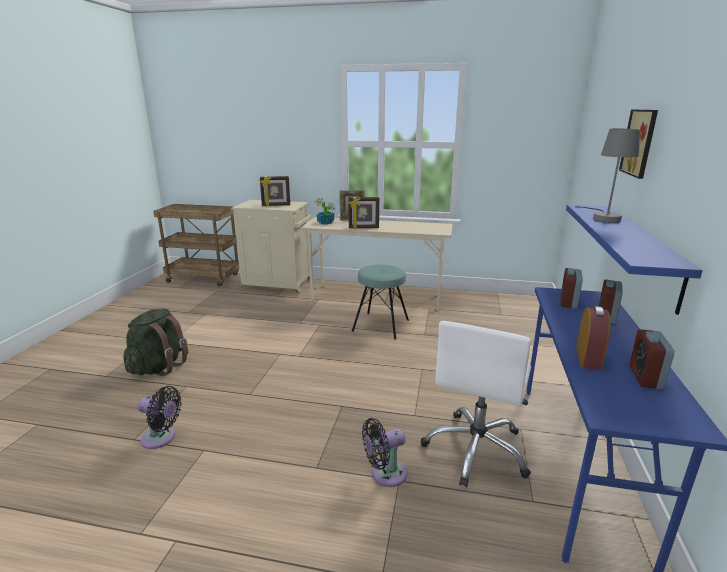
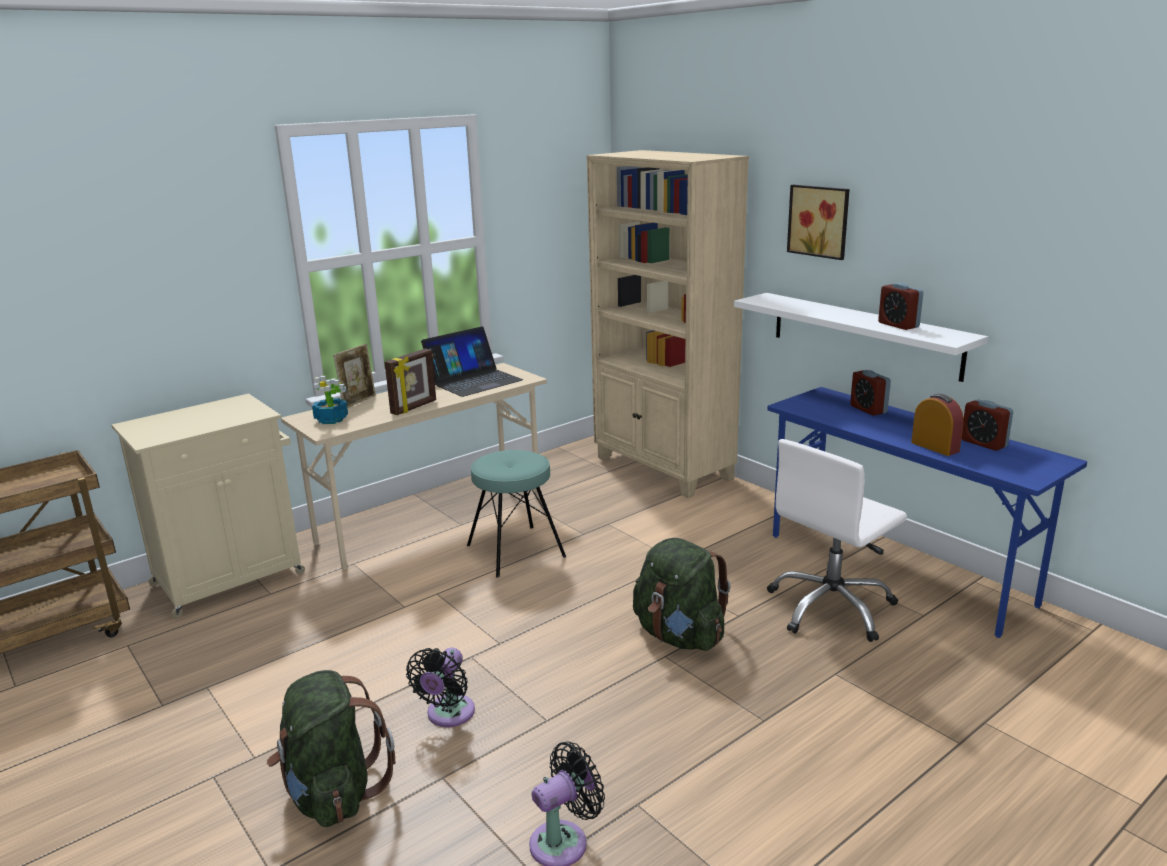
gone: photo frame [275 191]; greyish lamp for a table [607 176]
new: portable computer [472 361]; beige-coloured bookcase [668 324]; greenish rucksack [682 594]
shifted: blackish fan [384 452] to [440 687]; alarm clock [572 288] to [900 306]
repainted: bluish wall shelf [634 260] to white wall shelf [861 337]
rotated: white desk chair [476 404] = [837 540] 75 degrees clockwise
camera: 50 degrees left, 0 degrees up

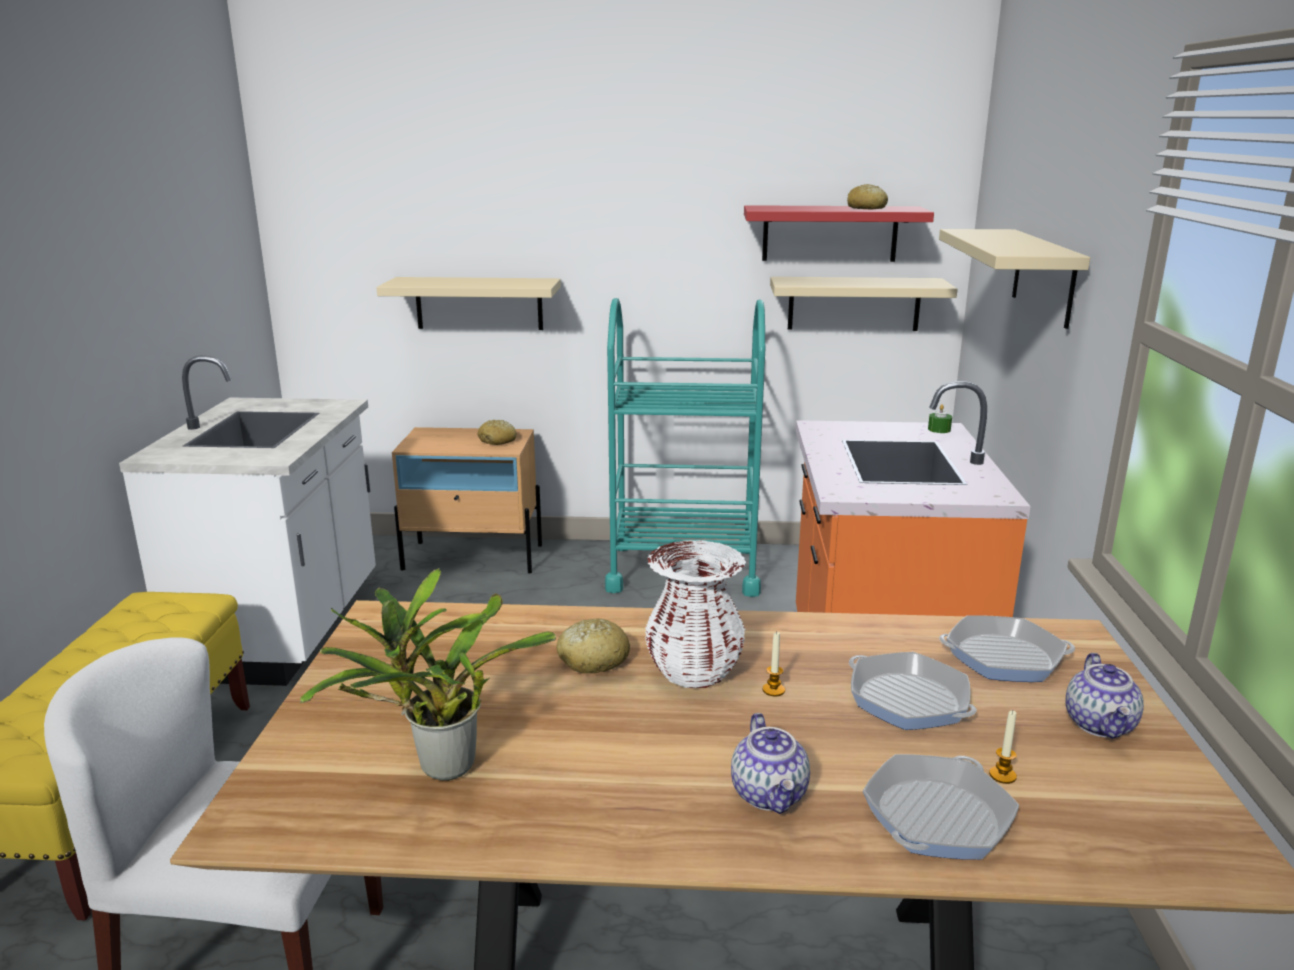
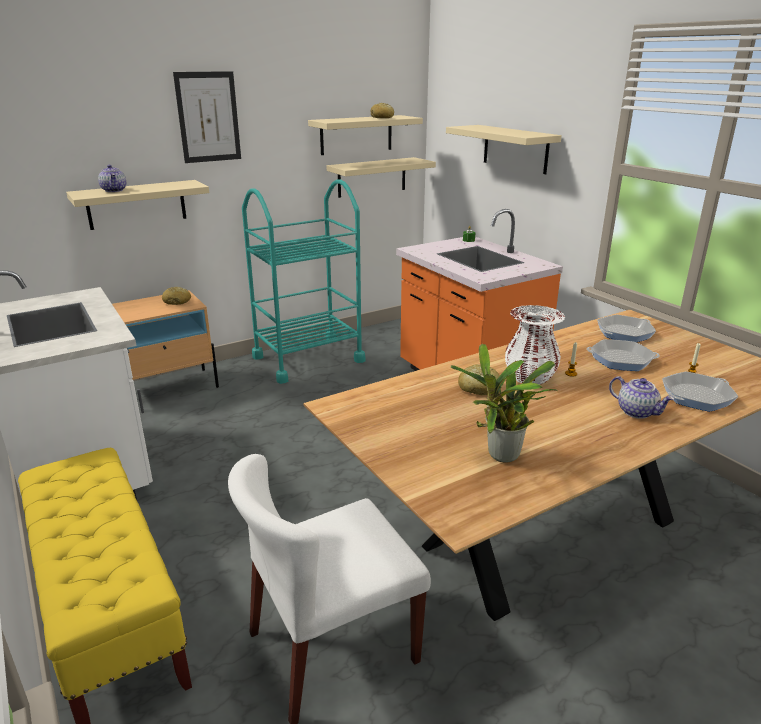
new: wall art [207 117]
shifted: pot for tea [1105 695] to [112 178]
repainted: red-coloured wall shelf [839 233] to beige-coloured wall shelf [365 135]
rotated: pan [940 807] = [700 392] 60 degrees clockwise
camera: 35 degrees left, 5 degrees up

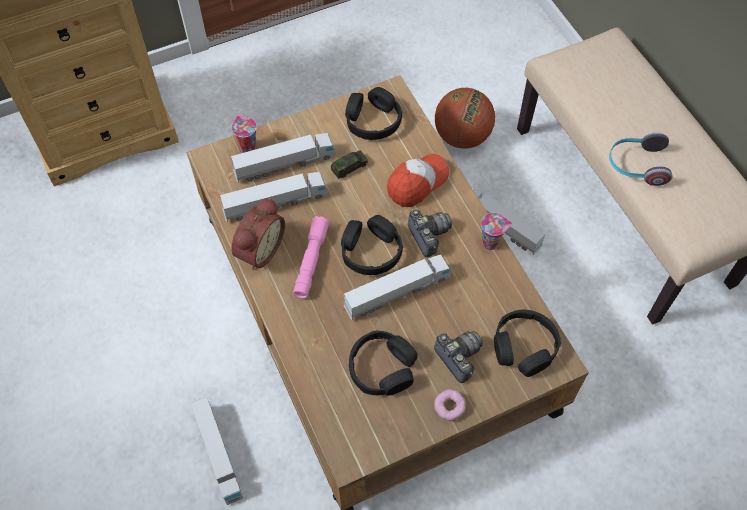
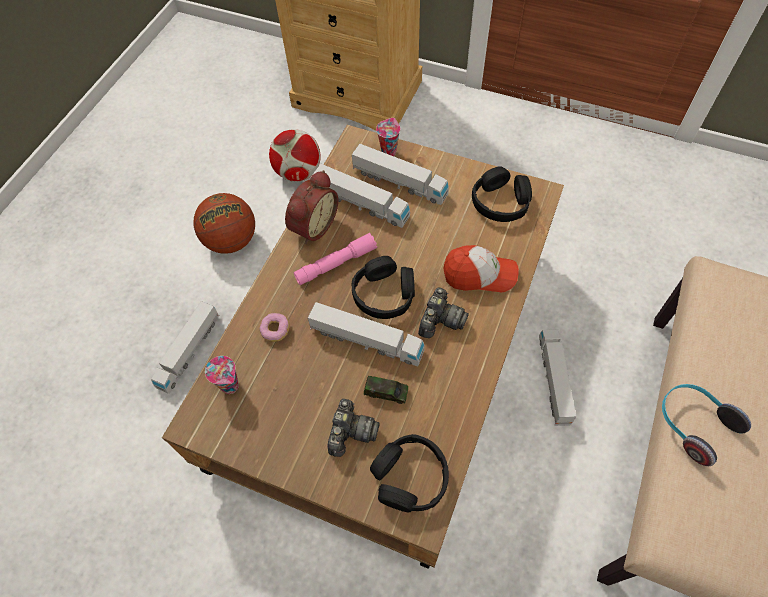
gone: blackish pair of headphones [383 363]
new: ball for football [295 155]
shifted: basketball ball [465 118] to [224 223]; small cup [496 231] to [222 375]; doughnut [450 405] to [275 327]; miniature car [349 165] to [386 390]
rotated: alarm clock [258 234] = [311 207] 45 degrees counterclockwise
camera: 50 degrees right, 0 degrees up

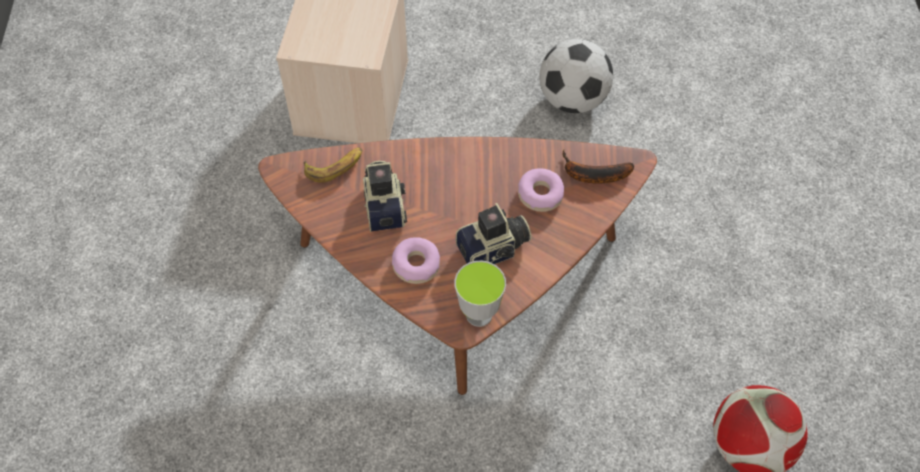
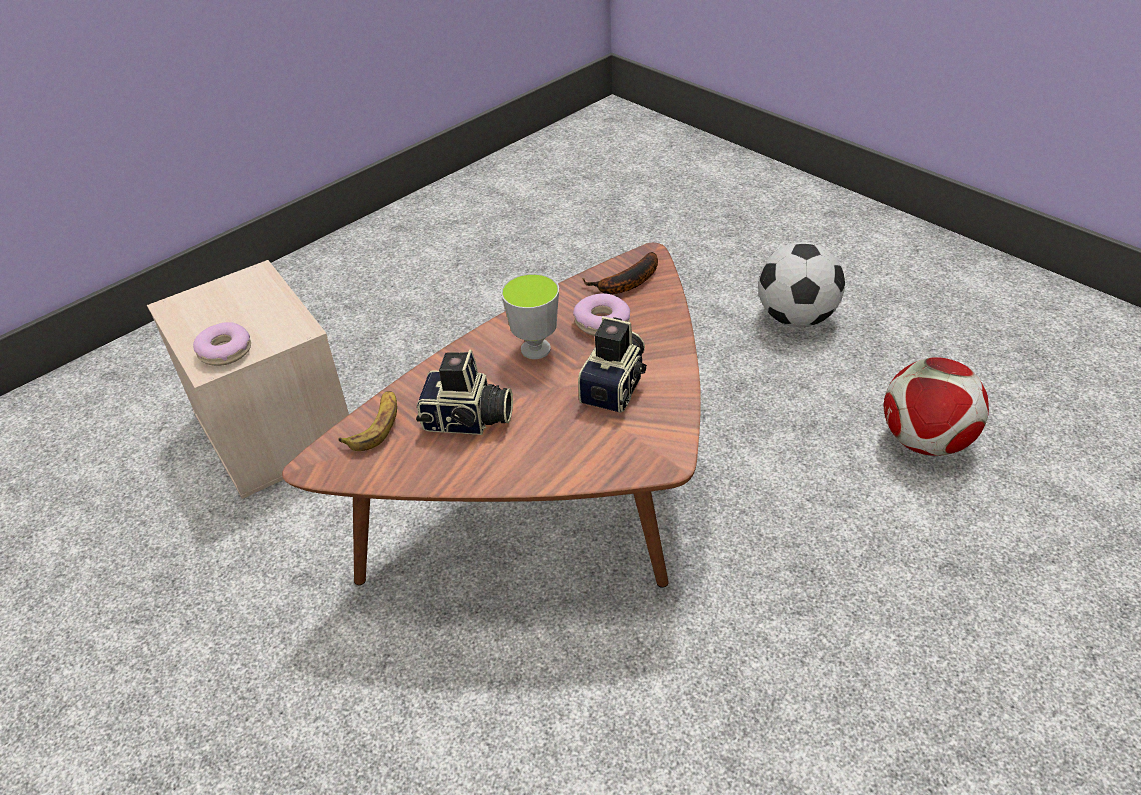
shifted: doughnut [416 260] to [222 344]; small cup [480 294] to [530 316]; ball for football [576 76] to [801 284]
rotated: photo camera [385 196] = [464 392] 150 degrees clockwise
camera: 40 degrees left, 15 degrees down

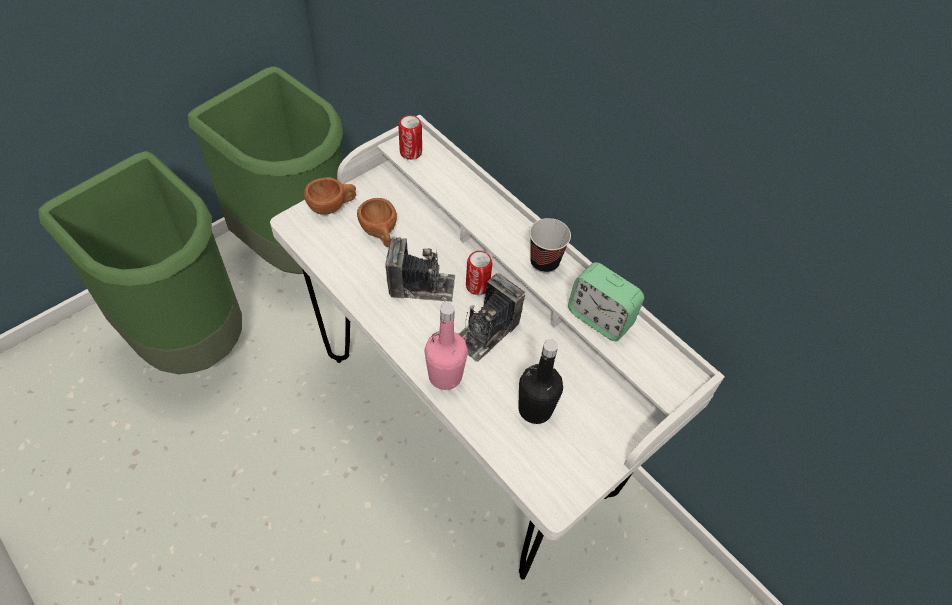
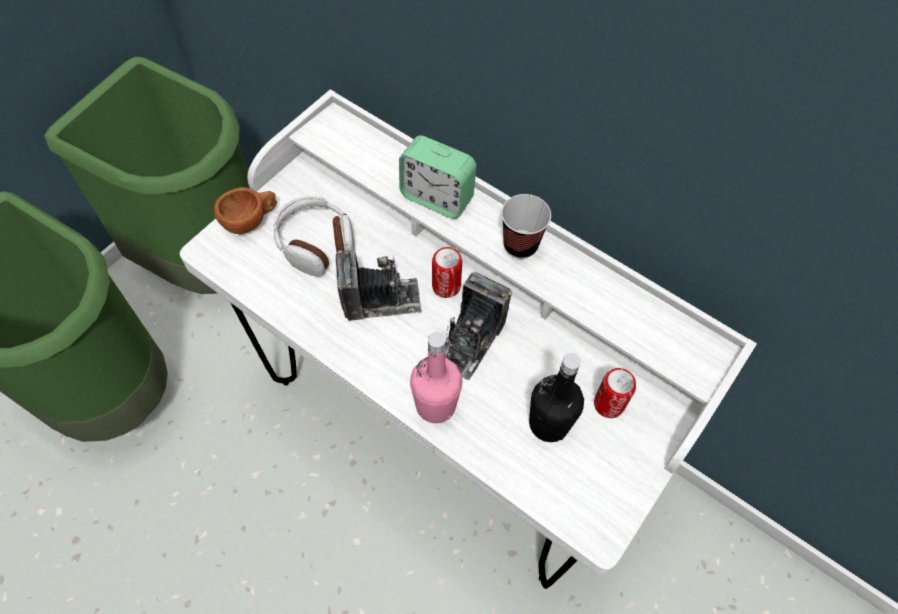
shifted: alarm clock [606 301] to [438 177]; metal can [410 137] to [615 393]
swapped: brown-coloured small cup [377 222] to pair of headphones [314 236]
camera: 10 degrees left, 5 degrees up

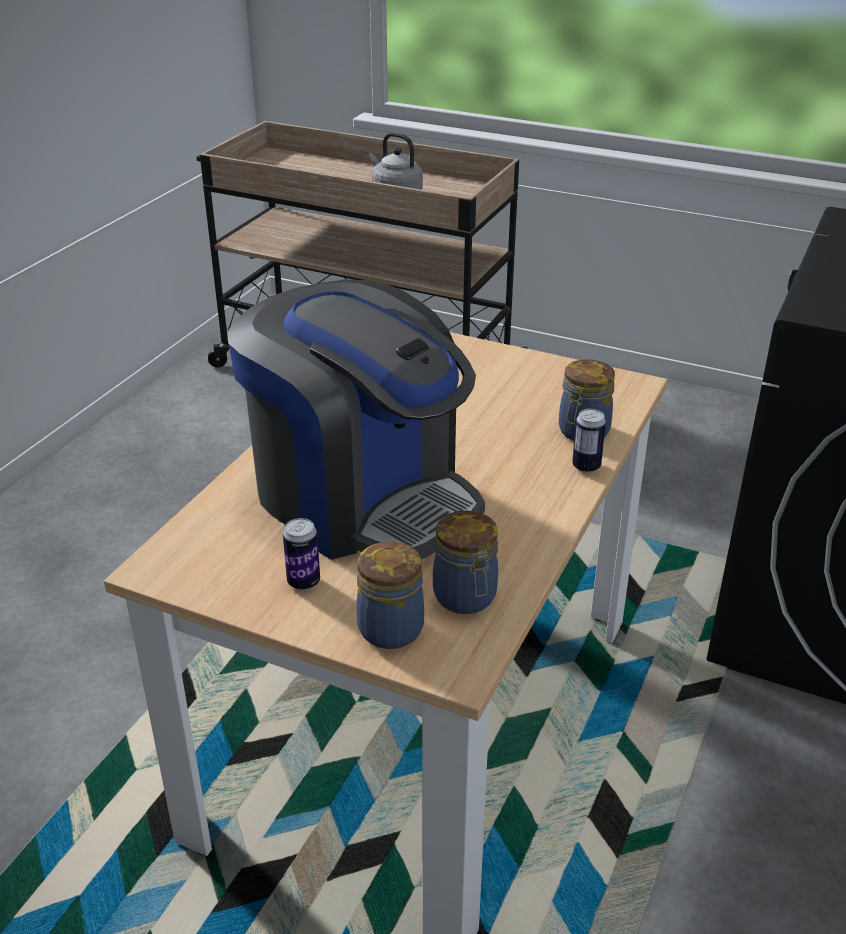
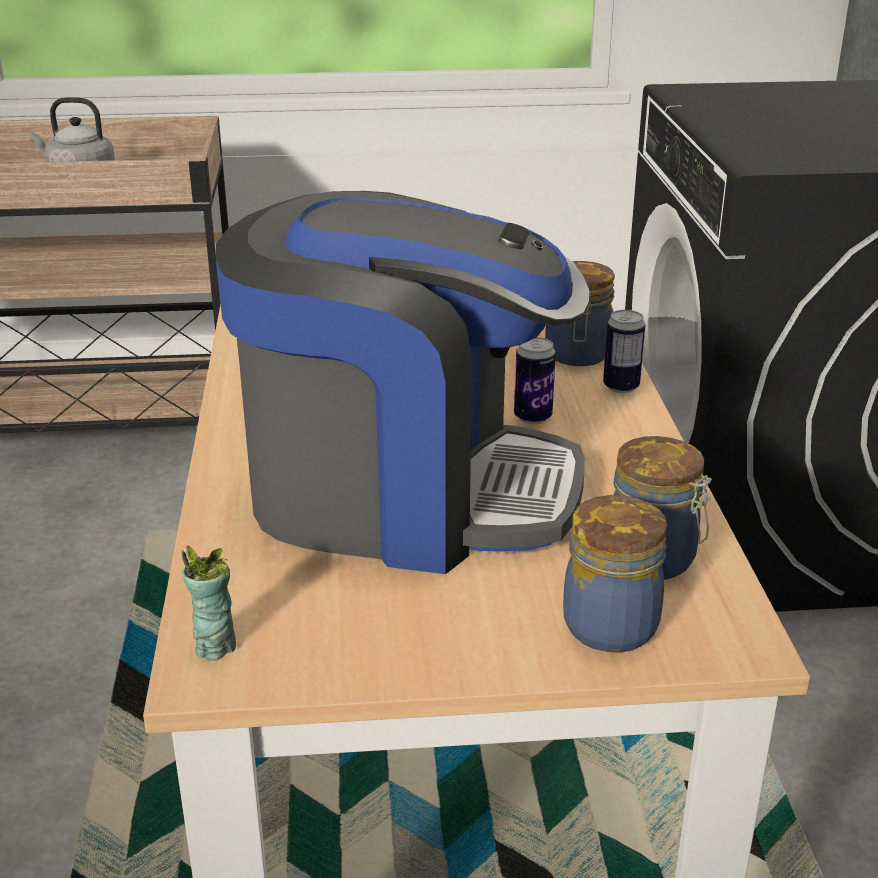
new: small cup [208 603]
shifted: metal can [301 554] to [535 380]
camera: 30 degrees left, 5 degrees down

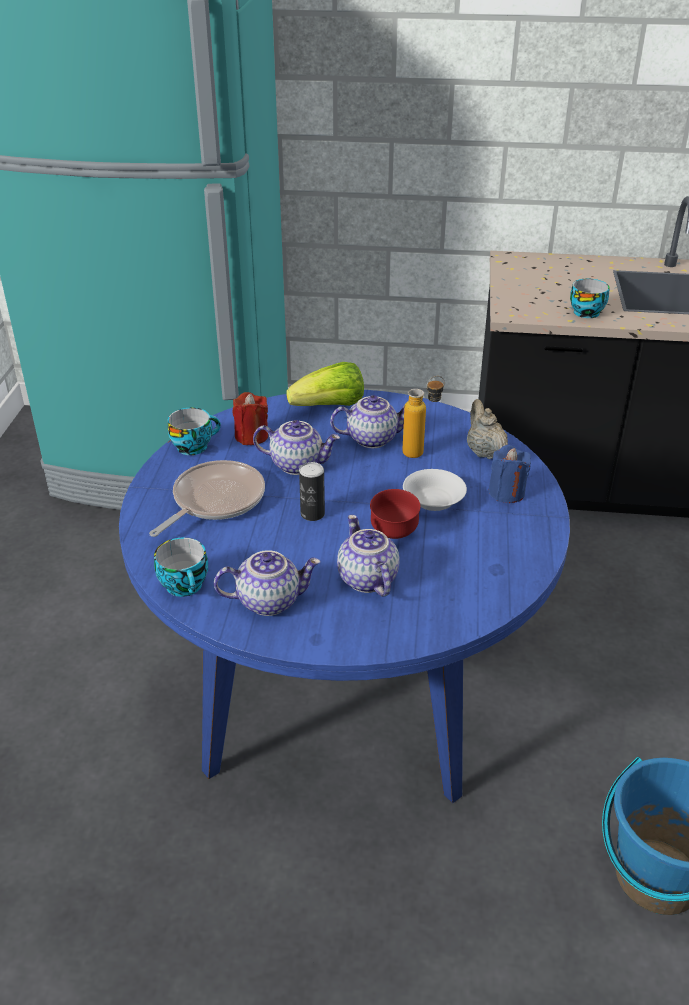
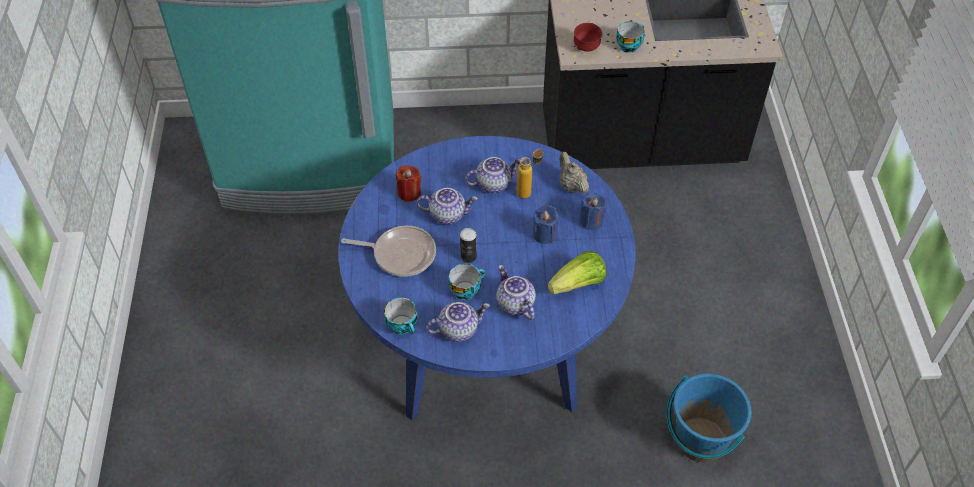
shifted: small cup [194 431] to [466 282]; lettuce head [325 384] to [577 272]; red-coloured deep dish [395 514] to [588 37]
swapped: white deep dish [435 490] to bluish wax light [546 224]
rotated: pan [207 498] = [388 251] 75 degrees clockwise
camera: 10 degrees left, 15 degrees up

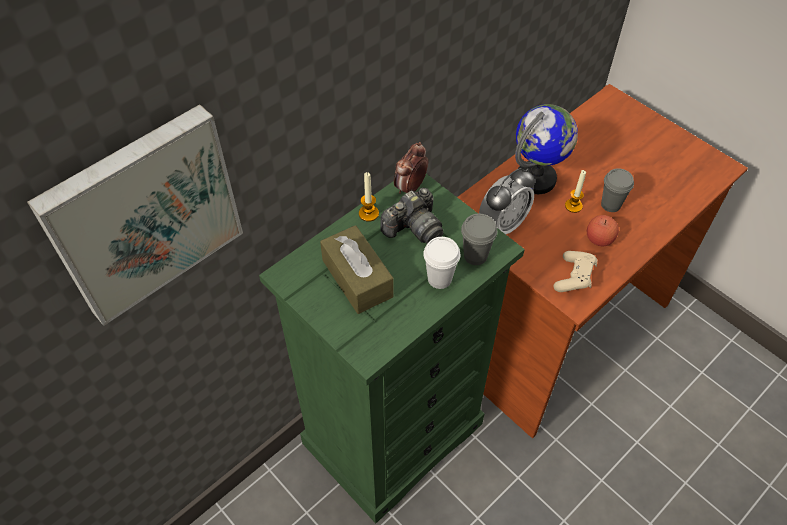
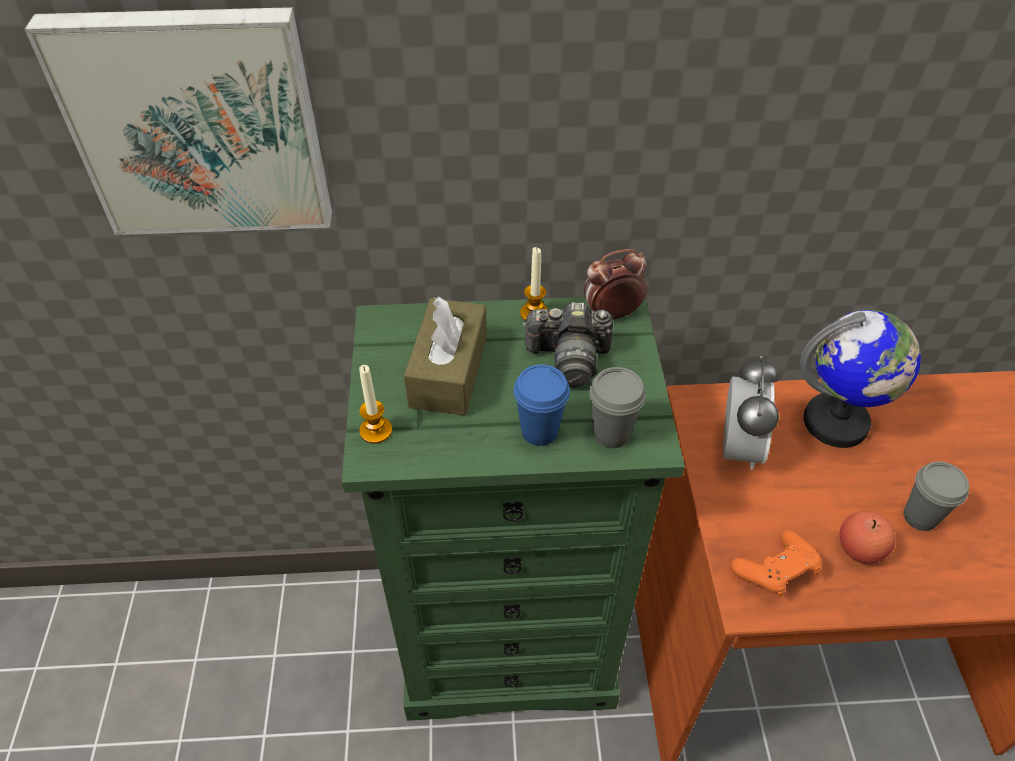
shifted: wax light [575 191] to [375 404]
repainted: white small cup [441 263] to bluish small cup [541 405]; beige-coloured joypad [575 271] to orange-coloured joypad [776 563]
rotated: alarm clock [507 201] = [751 413] 75 degrees counterclockwise
camera: 40 degrees right, 5 degrees down

